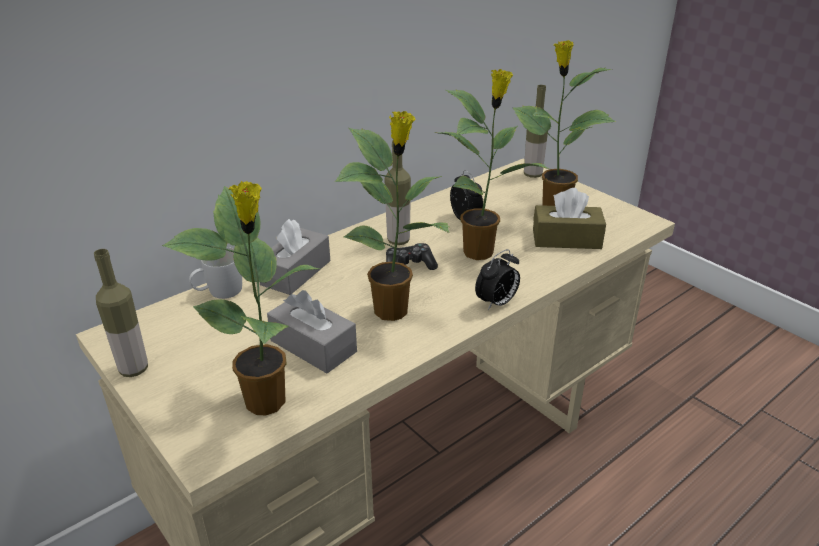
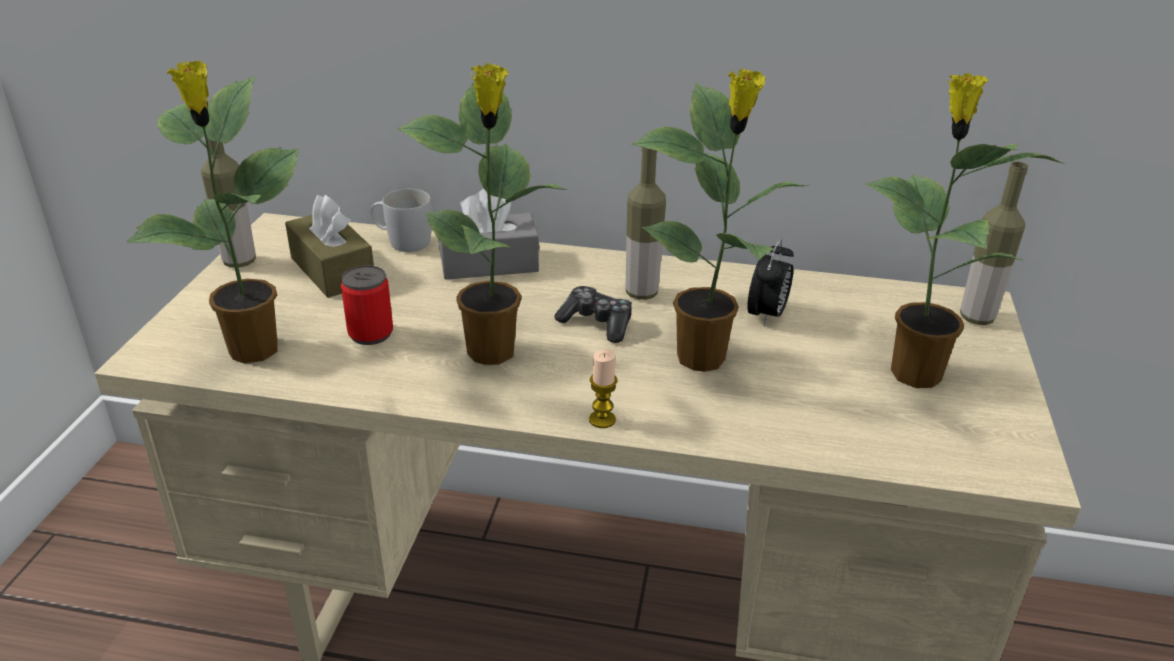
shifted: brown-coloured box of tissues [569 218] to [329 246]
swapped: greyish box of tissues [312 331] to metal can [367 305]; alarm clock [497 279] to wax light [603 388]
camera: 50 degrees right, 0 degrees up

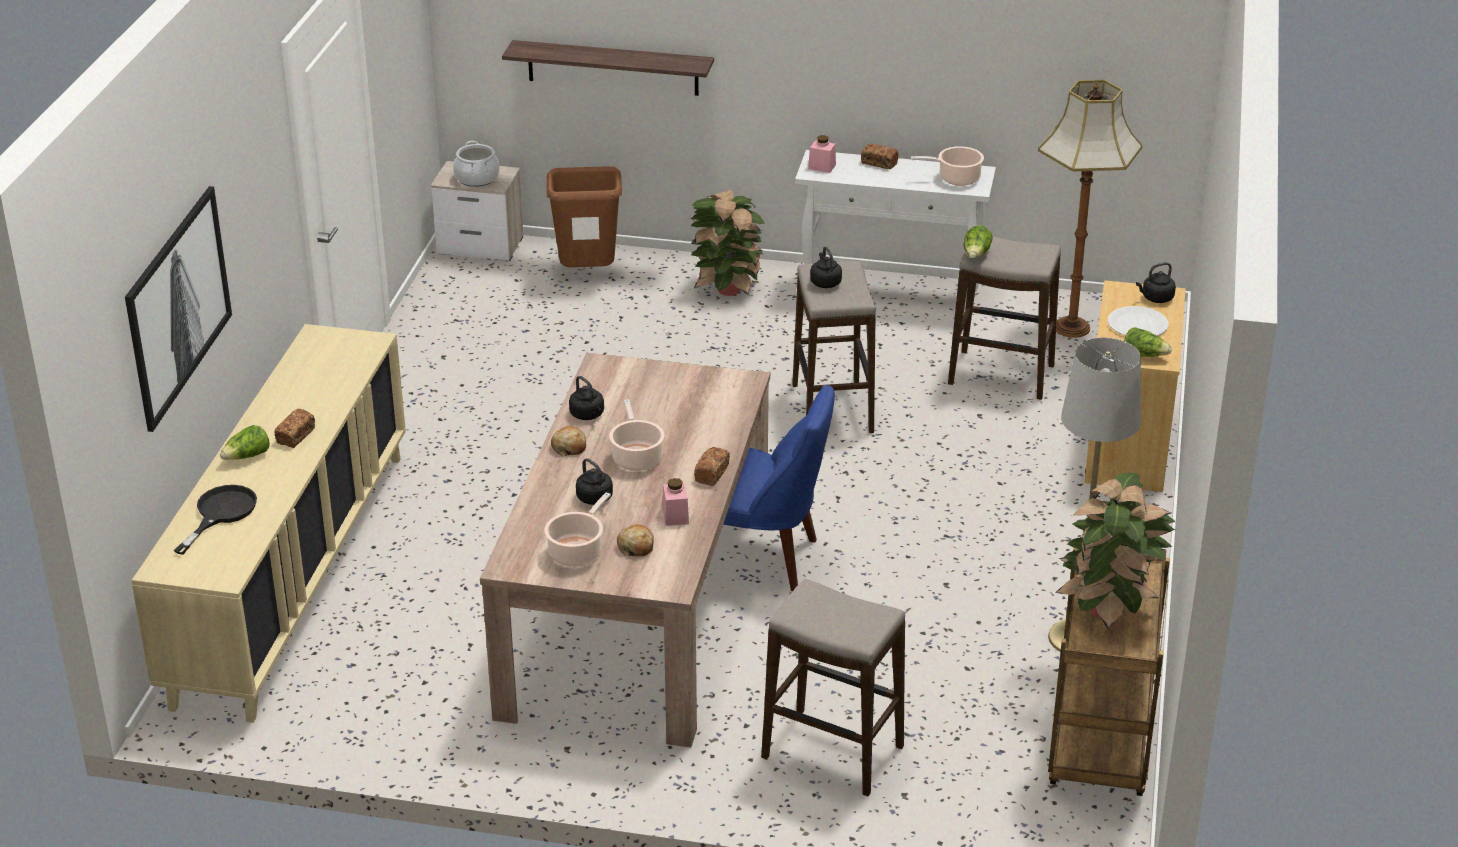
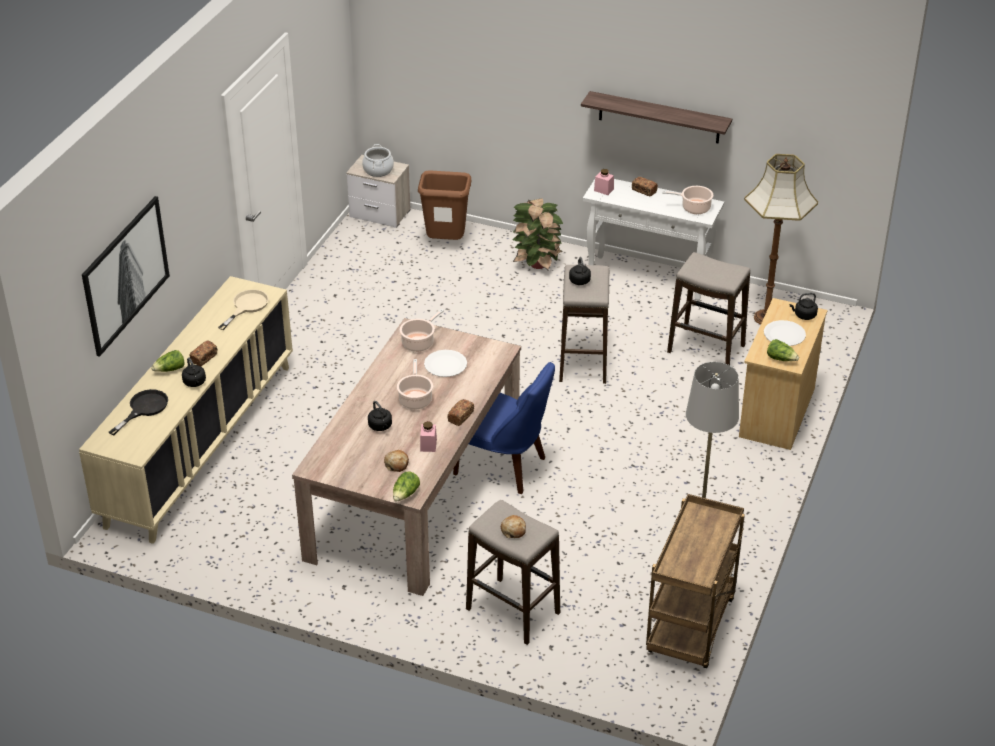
gone: plant in a pot [1115 551]
new: beige-coloured pan [243 309]; white plate [445 363]
shifted: blackish kettle [586 398] to [194 372]; lettuce head [978 241] to [406 486]; saucepot [577 529] to [422 330]; bakery bread [568 441] to [513 526]; wall shelf [608 68] to [656 117]
camera: 10 degrees right, 5 degrees up

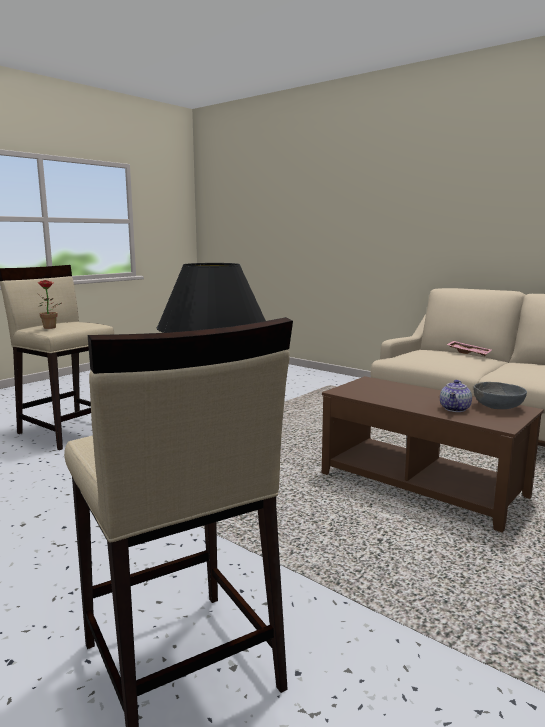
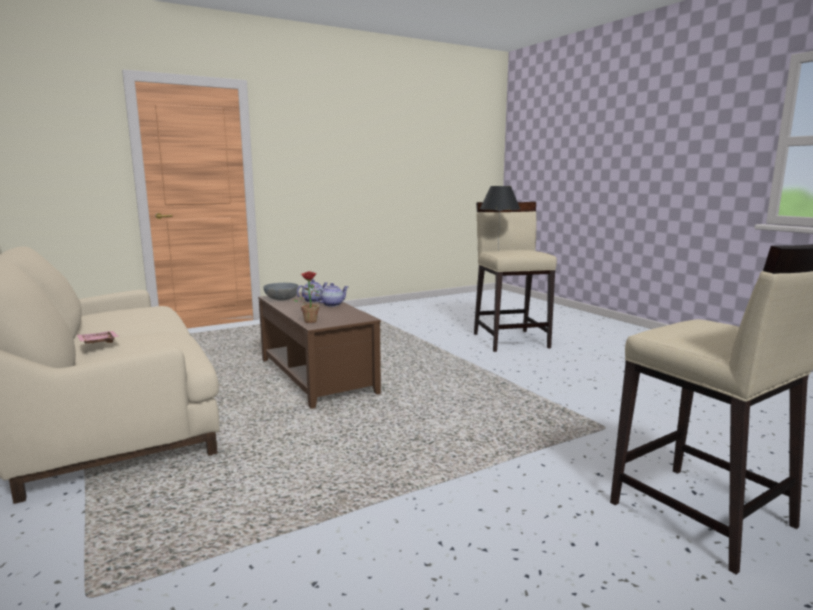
new: pot for tea [331 295]
shifted: plant in a pot [49 304] to [306 297]
camera: 160 degrees left, 0 degrees up

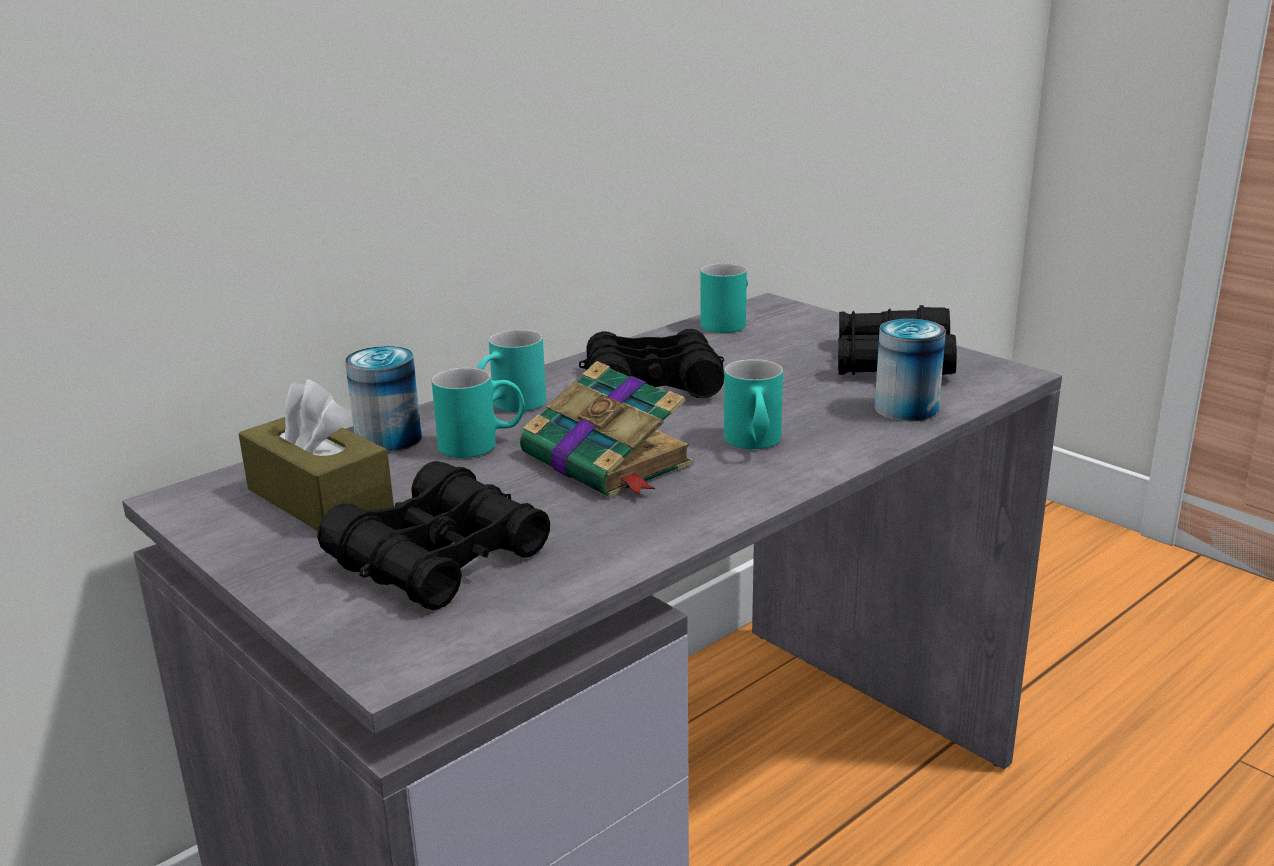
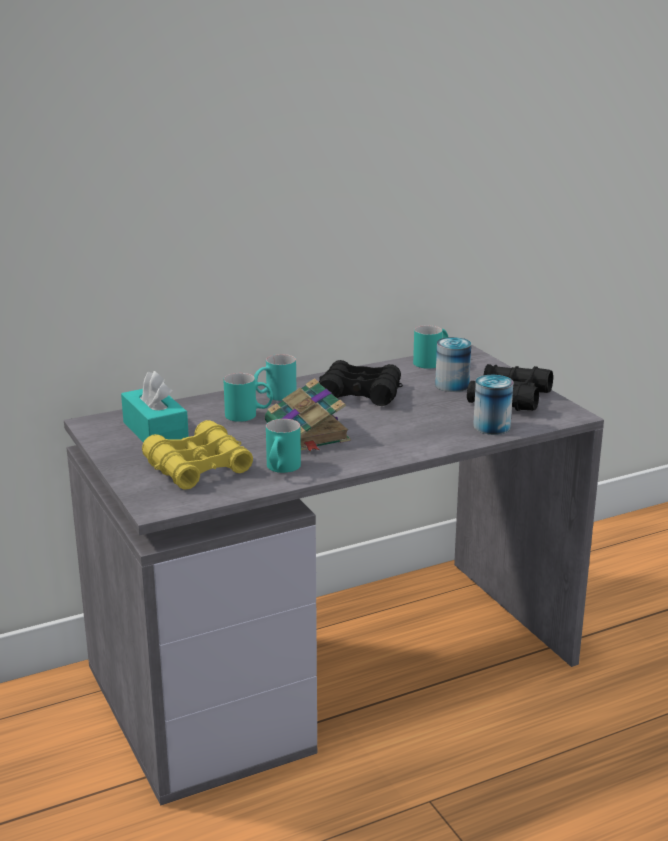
shifted: blue-green coffee mug [753 404] to [283 446]; metal can [383 399] to [453 364]
repainted: brown-coloured box of tissues [316 455] to blue-green box of tissues [155 406]; blackish field glasses [433 535] to yellow field glasses [197 455]
camera: 15 degrees right, 0 degrees up

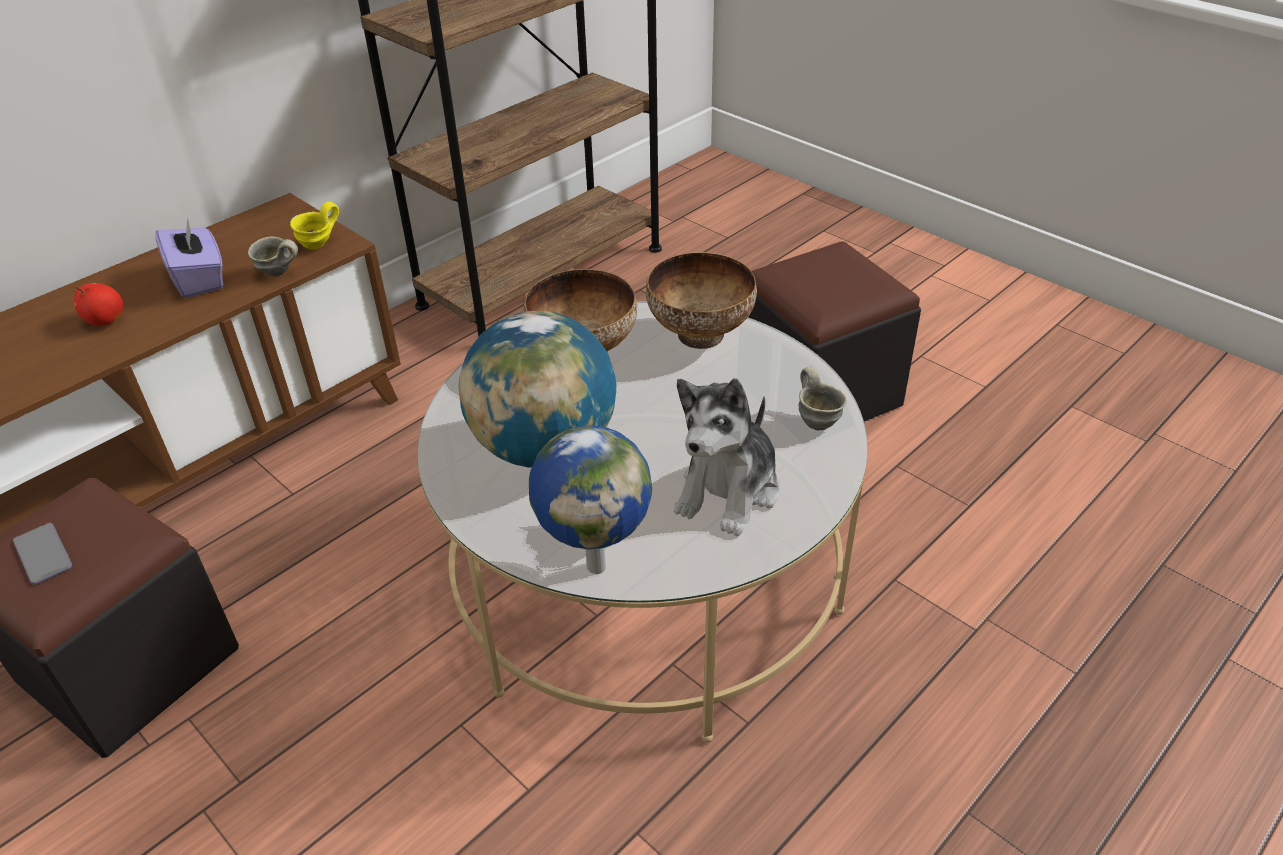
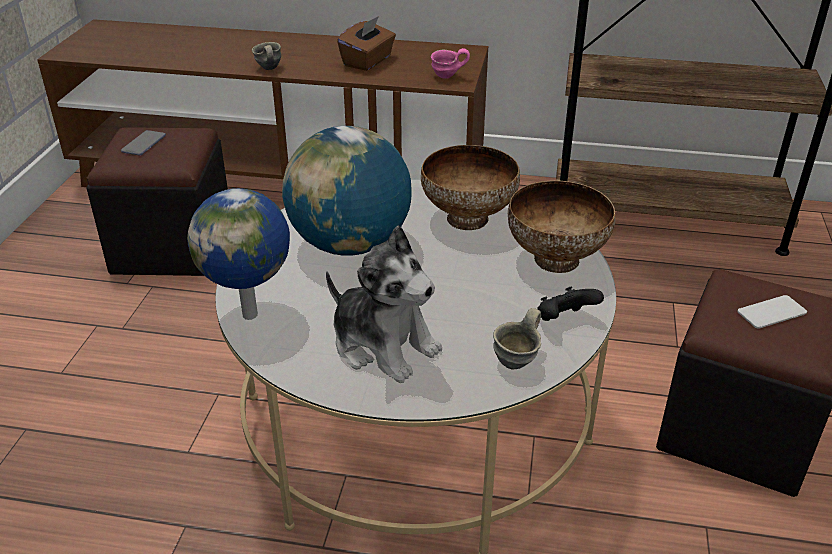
gone: apple fruit [98 304]
new: blackish joypad [570 304]; telephone [772 312]
shifted: greyish coffee mug [273 256] to [266 56]
repainted: purplish box of tissues [189 257] to brown-coloured box of tissues [366 43]; yellow coffee mug [314 226] to pink coffee mug [450 63]
rotated: soft toy [727 457] = [384 304] 135 degrees counterclockwise
camera: 55 degrees right, 5 degrees down

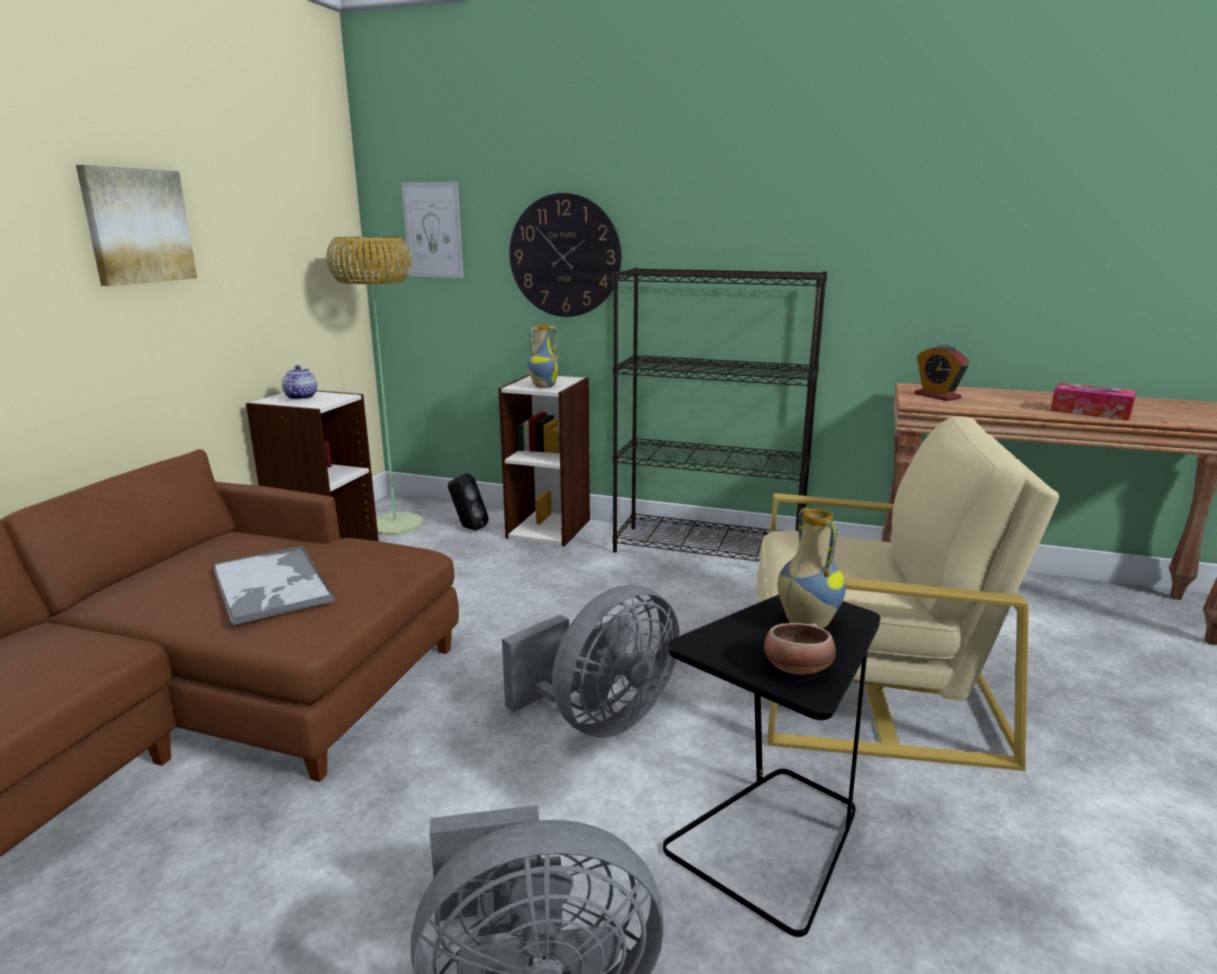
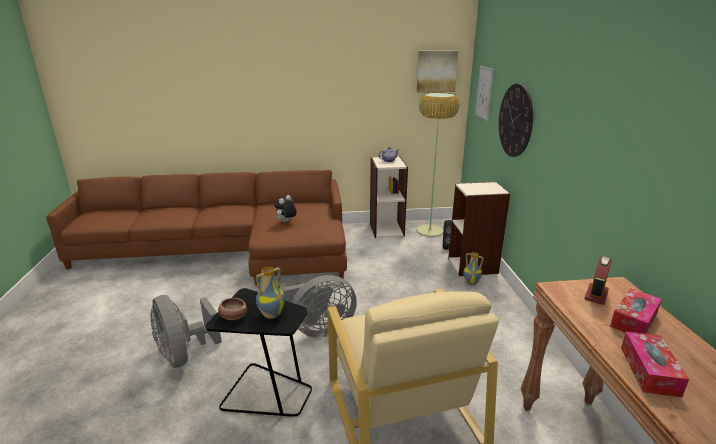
gone: blackish bookcase [719 415]
new: box of tissues [636 311]
shifted: wall art [136 225] to [437 72]; flower vase [543 356] to [473 268]
swapped: serving tray [273 585] to soft toy [285 208]
rotated: greyish fan [590 661] = [320 306] 45 degrees counterclockwise
camera: 65 degrees right, 5 degrees up

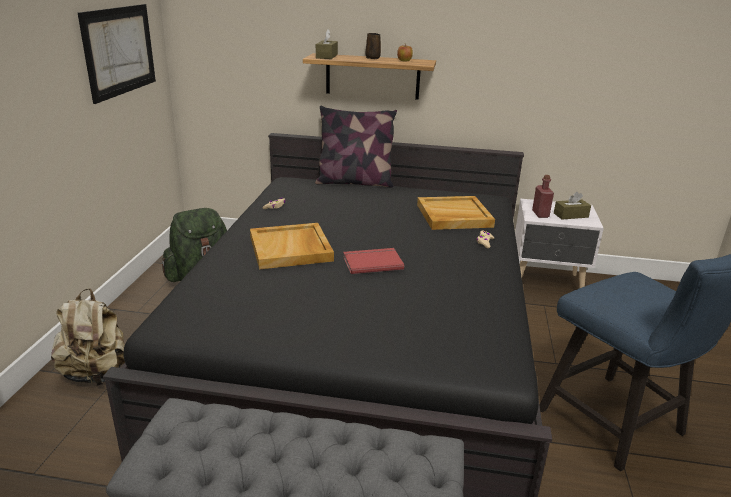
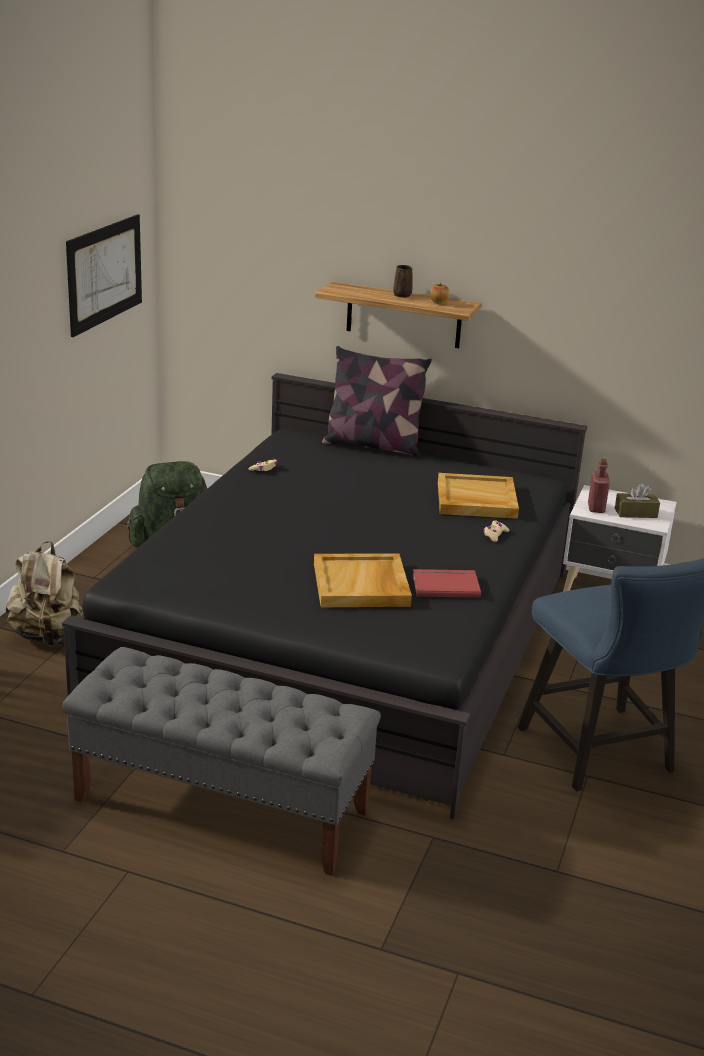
gone: brown-coloured box of tissues [327 44]
shifted: beige-coloured serving tray [292 246] to [363 580]; red-coloured bound book [373 261] to [447 583]
camera: 10 degrees right, 0 degrees up

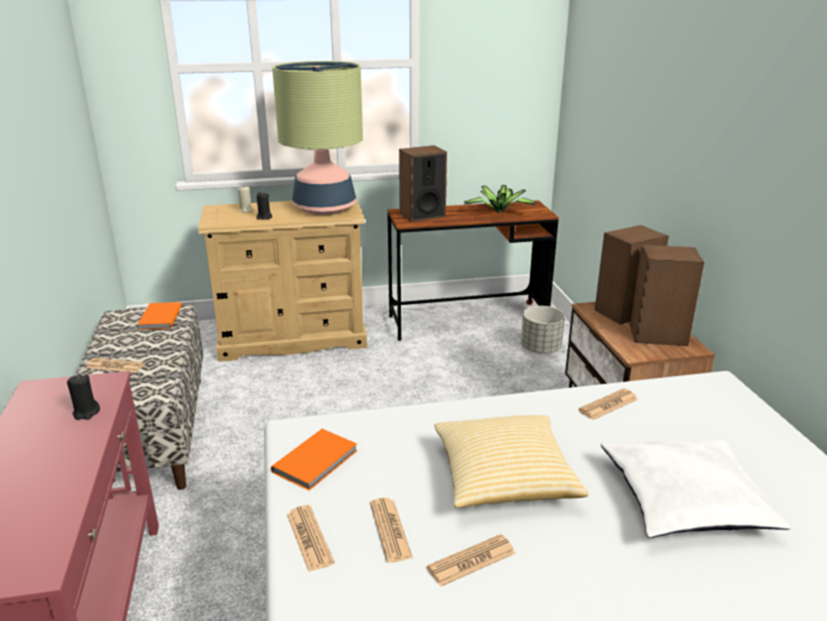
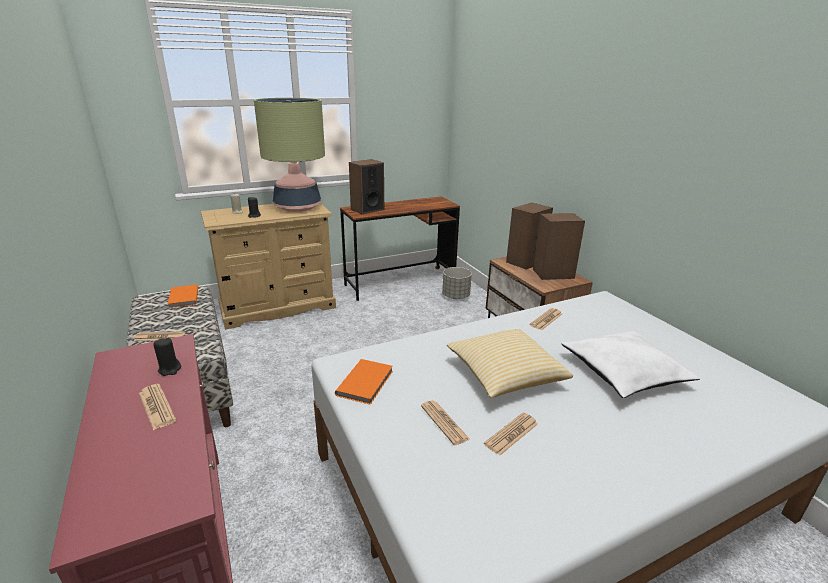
gone: plant in a pot [500 199]
shifted: newspaper [311 538] to [157 407]
camera: 15 degrees left, 0 degrees up

